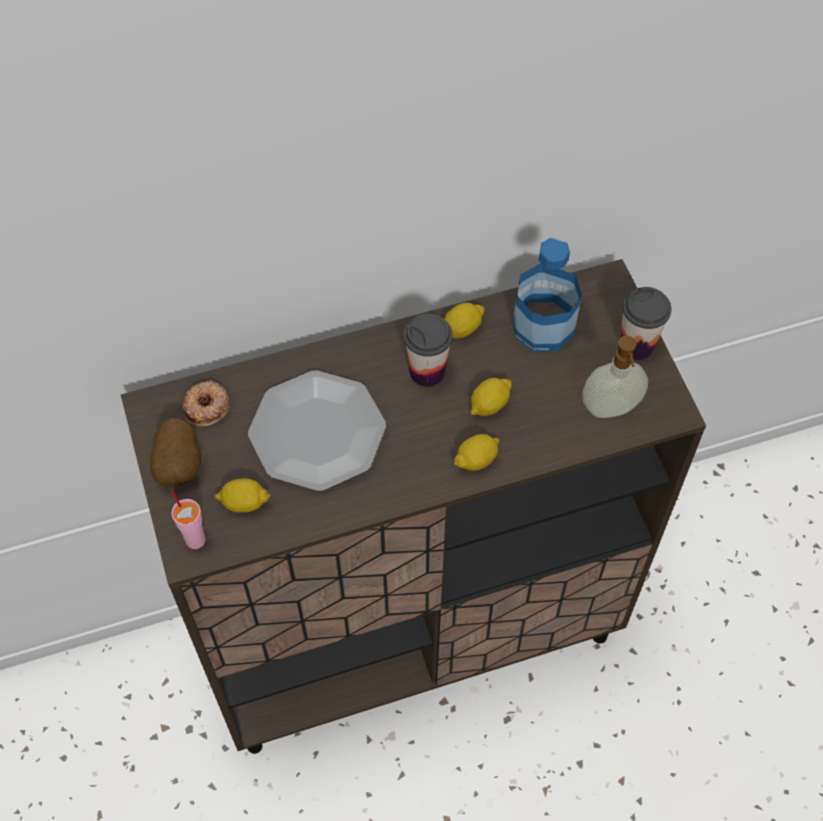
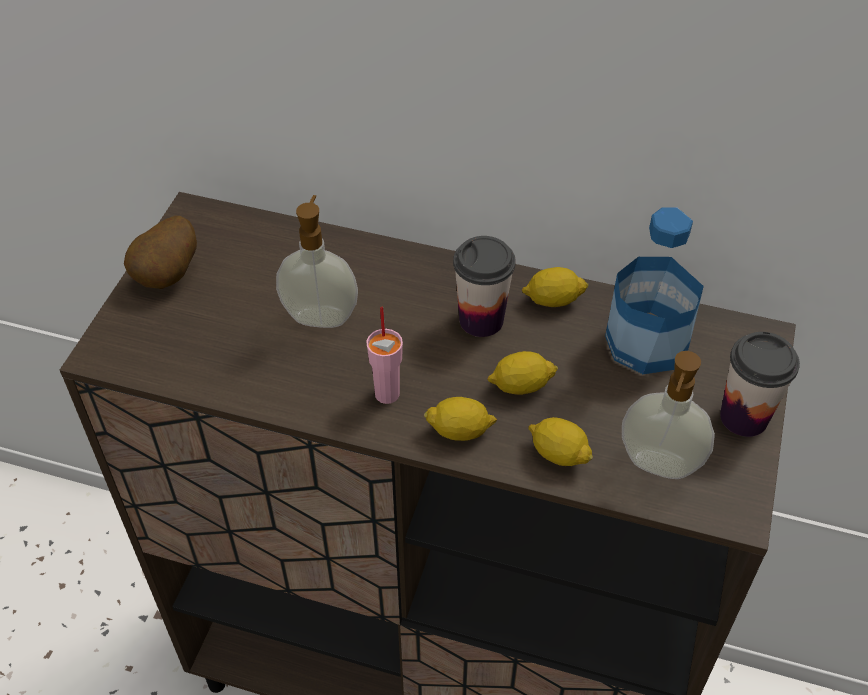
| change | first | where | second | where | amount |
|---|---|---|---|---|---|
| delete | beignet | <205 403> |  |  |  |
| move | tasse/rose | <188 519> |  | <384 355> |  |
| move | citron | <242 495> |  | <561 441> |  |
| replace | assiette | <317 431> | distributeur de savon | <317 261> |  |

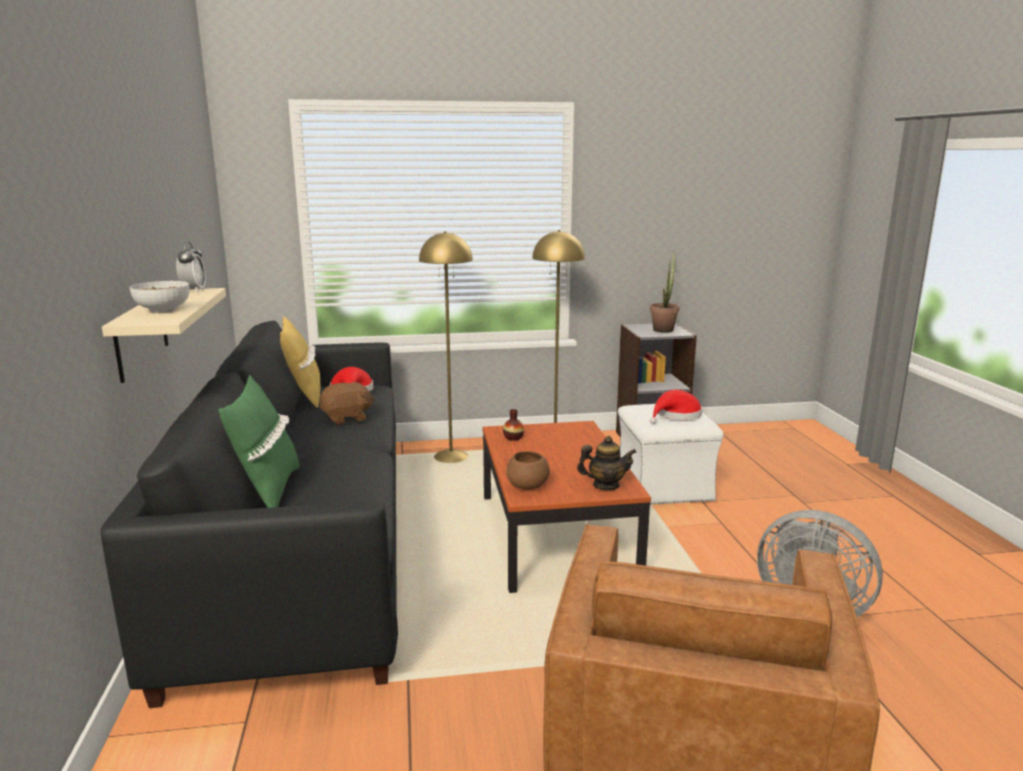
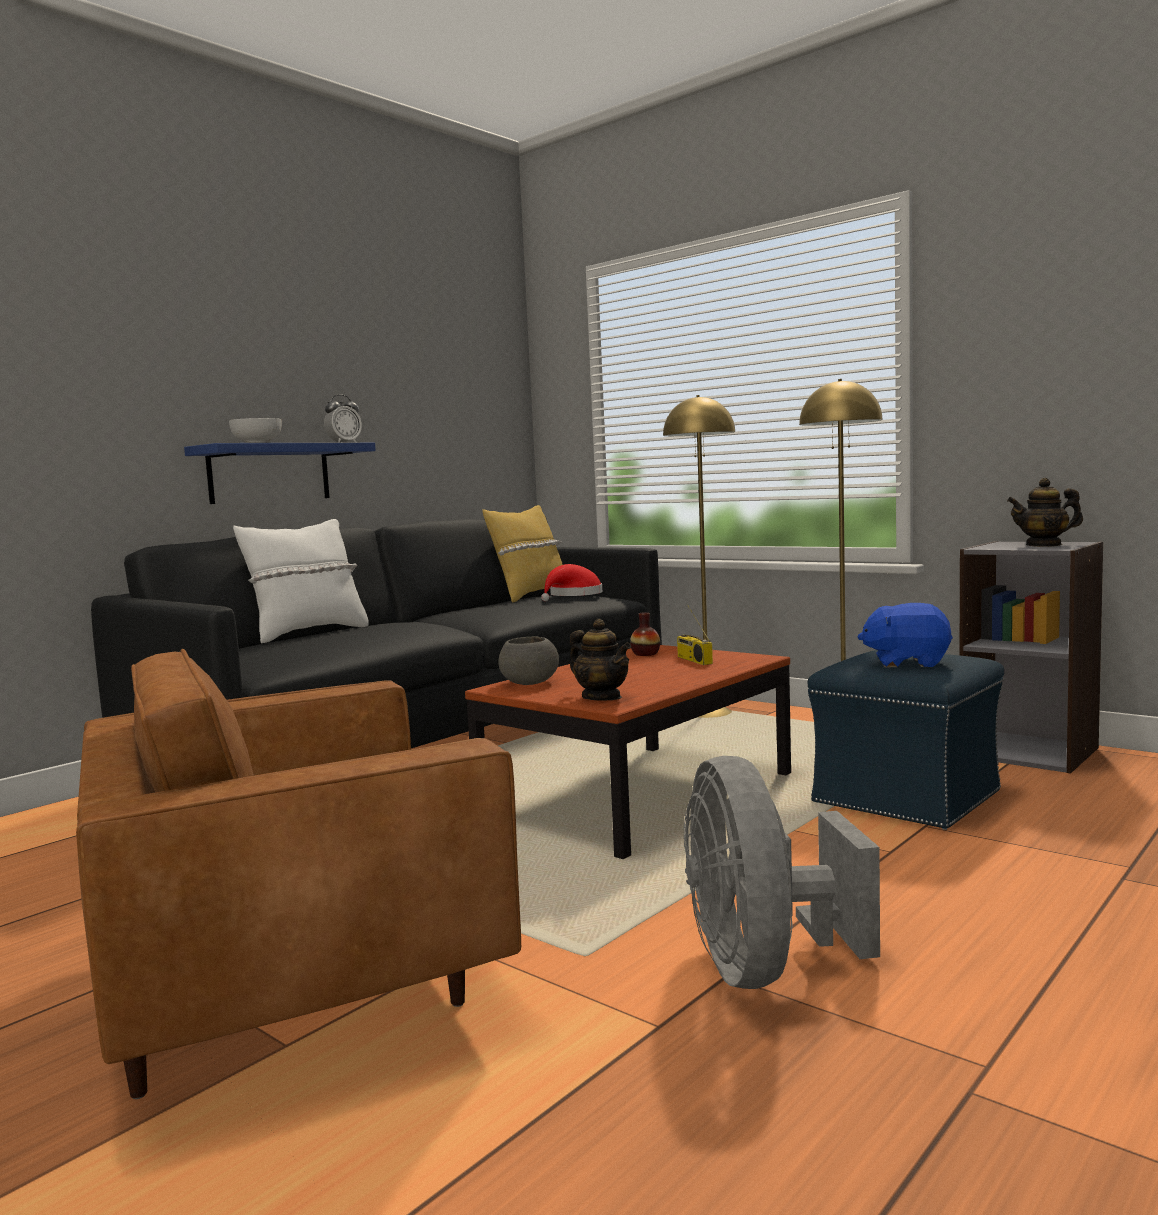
| change | first | where | second | where | amount |
|---|---|---|---|---|---|
| delete | peluche/marron | <347 403> |  |  |  |
| insert |  |  | radio | <695 634> |  |
| replace | plante en pot | <665 292> | théière | <1045 512> |  |
| replace | chapeau/rouge | <676 407> | peluche/bleu | <905 635> |  |
| recolor | étagère/beige | <164 335> | étagère/bleu | <280 473> |  |
| recolor | coussin/vert | <259 441> | coussin/blanc | <301 581> |  |
| recolor | bol/marron | <528 470> | bol/gris | <528 661> |  |
| recolor | pouf/blanc | <670 454> | pouf/bleu | <906 740> |  |

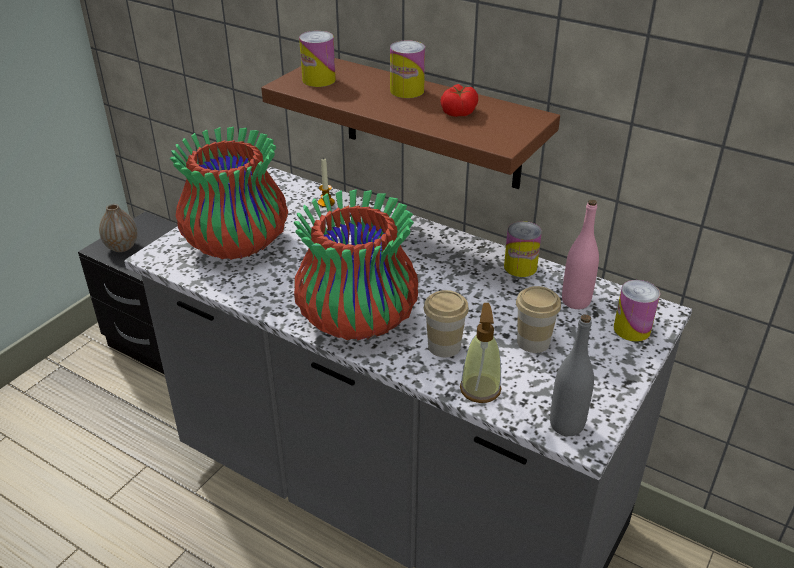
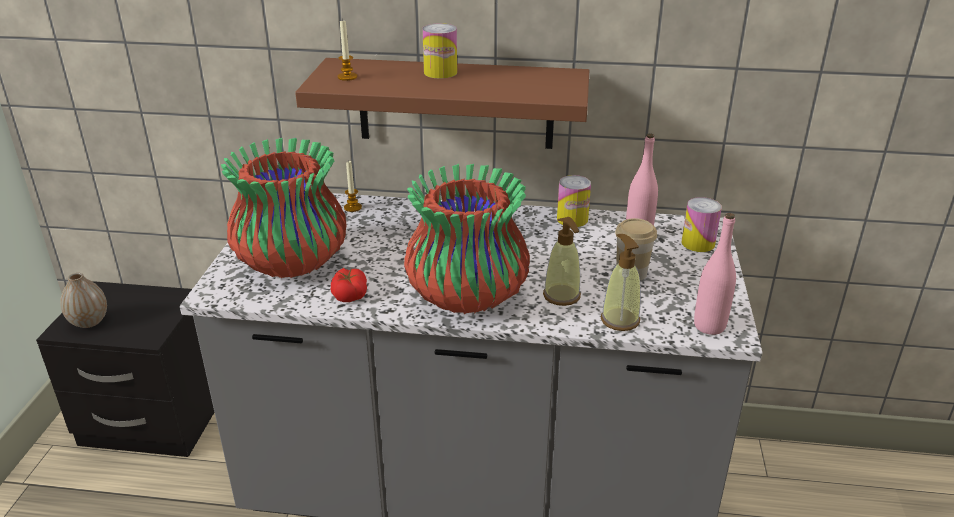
| change | first | where | second | where | amount |
|---|---|---|---|---|---|
| move | tomate | <459 100> |  | <349 285> |  |
| replace | boîte métallique | <317 59> | bougie | <347 50> |  |
| replace | tasse | <446 323> | distributeur de savon | <562 261> |  |
| recolor | bouteille/gris | <572 375> | bouteille/rose | <715 274> |  |

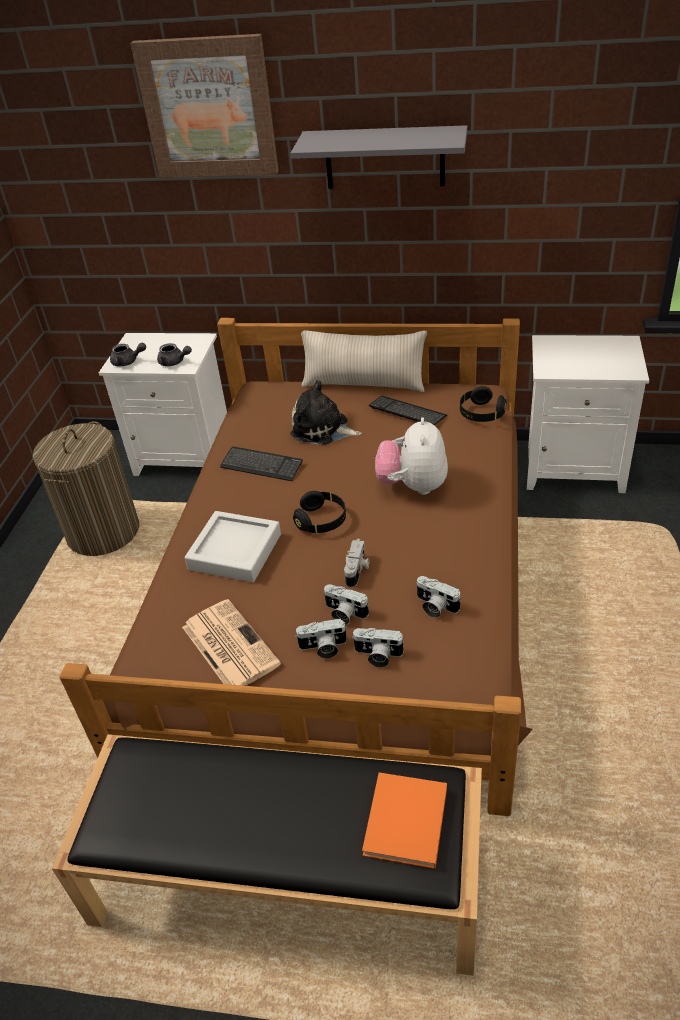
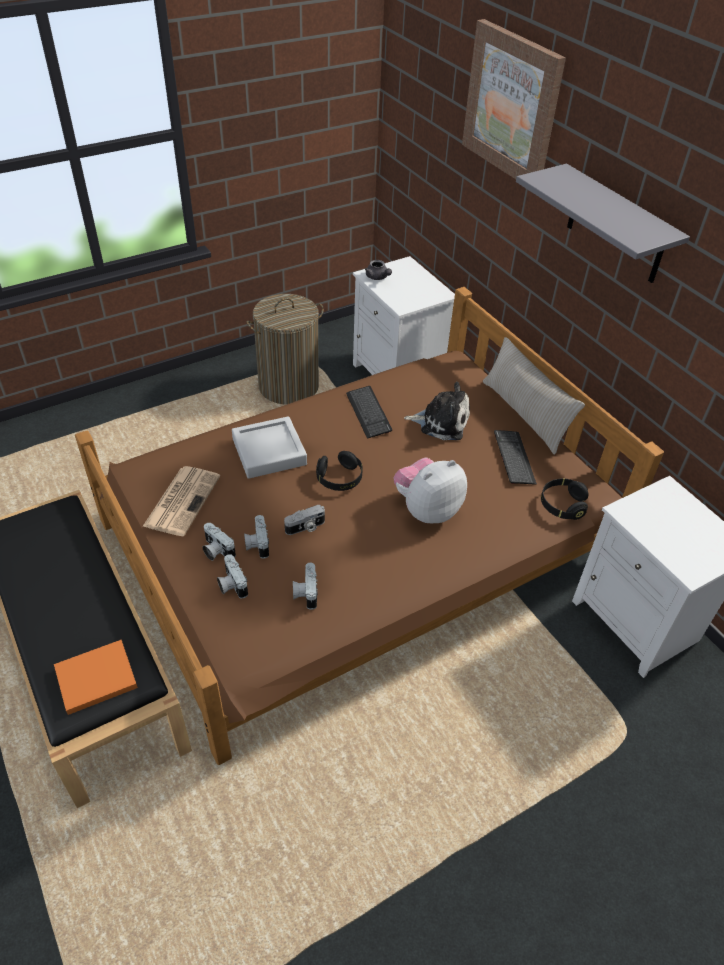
| change | first | where | second | where | amount |
|---|---|---|---|---|---|
| delete | théière/gris | <174 354> |  |  |  |
| rotate | peluche | <326 412> |  | <437 410> | 120 degrees clockwise |

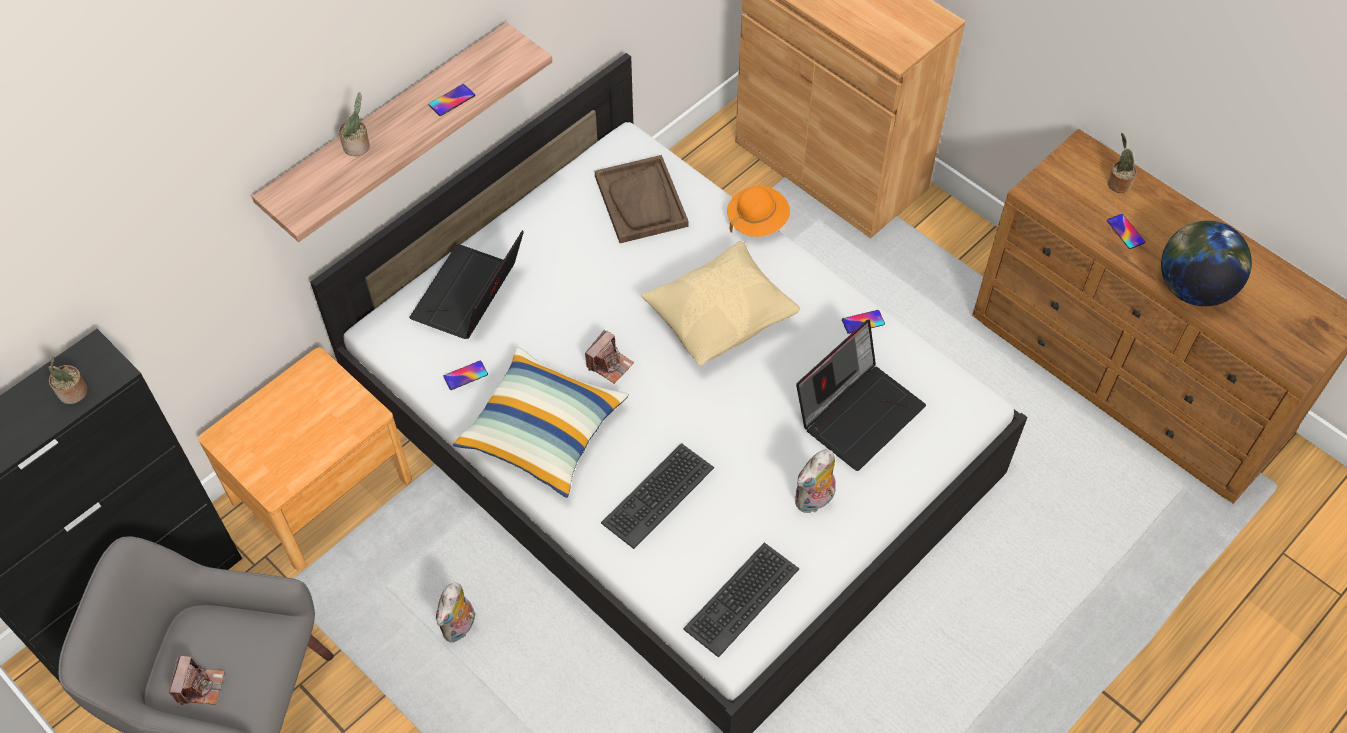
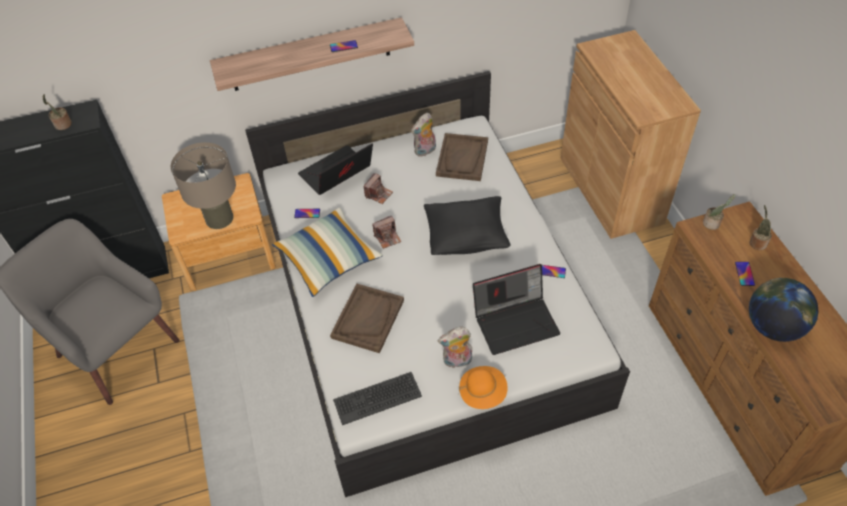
| change | first | where | second | where | amount |
|---|---|---|---|---|---|
| insert |  |  | lampe de table/beige | <203 185> |  |
| move | appareil photo | <197 680> |  | <378 188> |  |
| move | plante en pot | <354 124> |  | <719 212> |  |
| move | peluche | <455 612> |  | <423 135> |  |
| move | chapeau/orange | <758 211> |  | <483 387> |  |
| replace | clavier | <657 496> | plateau/marron | <367 318> |  |
| recolor | coussin/beige | <720 303> | coussin/noir | <467 225> |  |

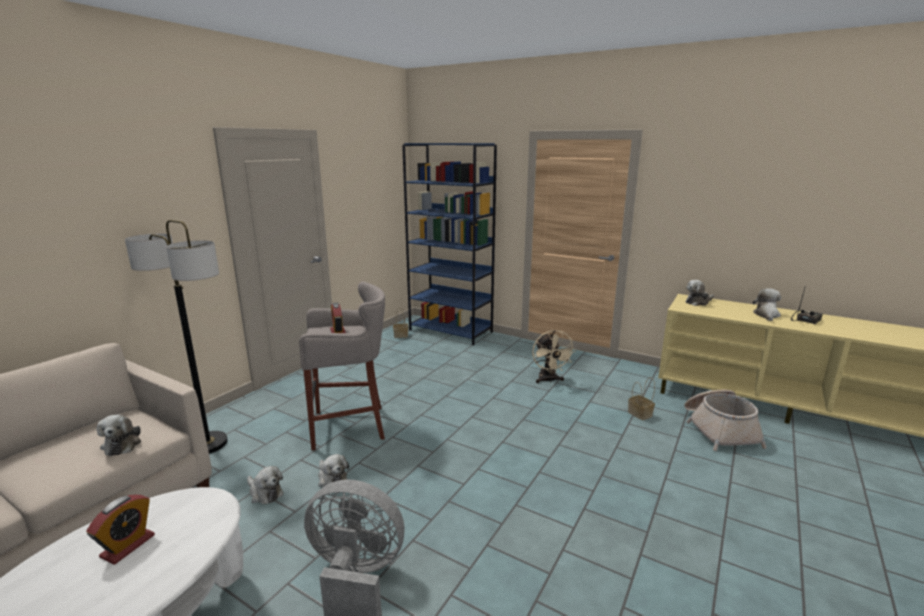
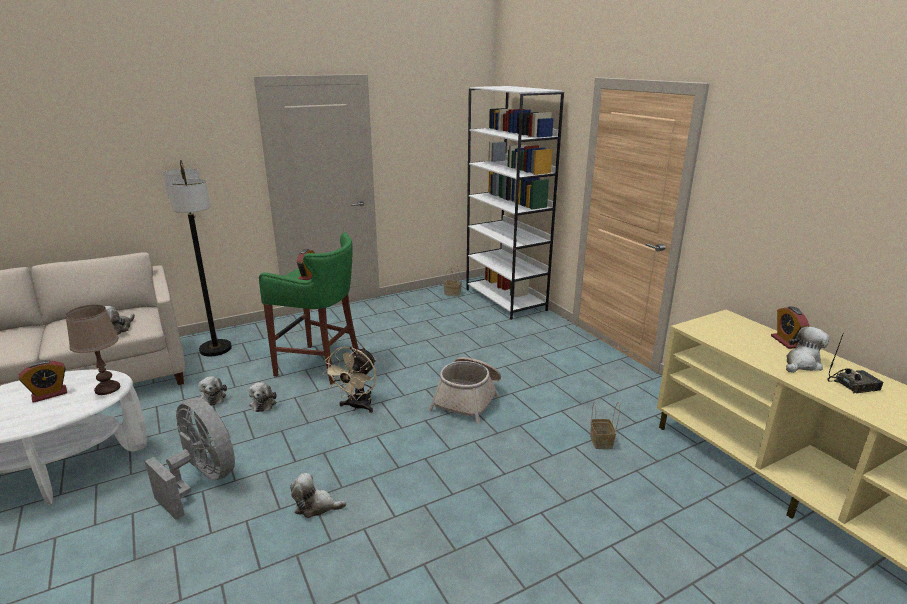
| change | first | where | second | where | amount |
|---|---|---|---|---|---|
| insert |  |  | lampe de table/marron | <92 350> |  |
| insert |  |  | réveil | <790 328> |  |
| move | ventilateur/beige | <554 356> |  | <350 380> |  |
| move | panier | <725 420> |  | <465 390> |  |
| move | peluche | <700 293> |  | <318 495> |  |
| recolor | tabouret/gris | <342 366> | tabouret/vert | <309 308> |  |
| recolor | bibliothèque/bleu | <449 244> | bibliothèque/blanc | <515 203> |  |

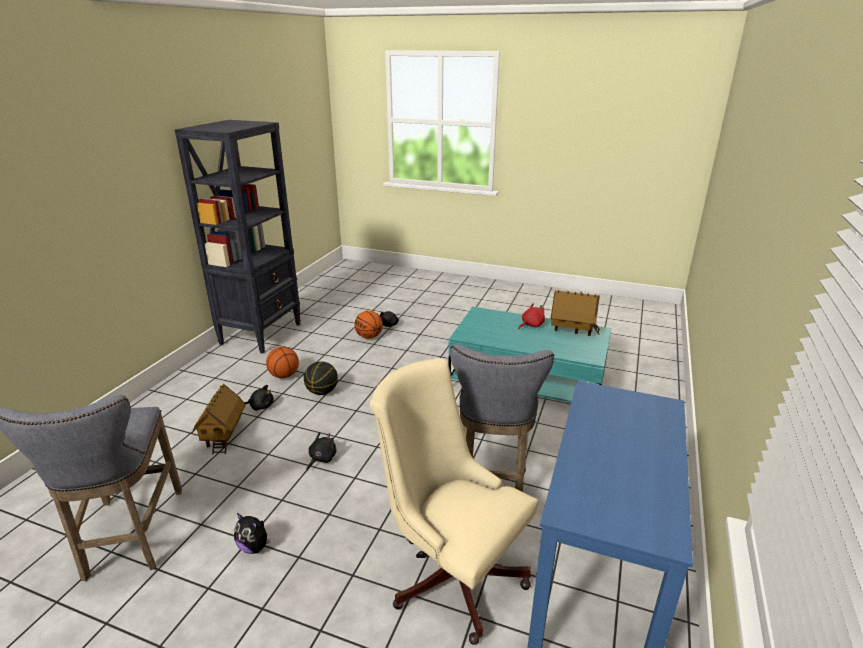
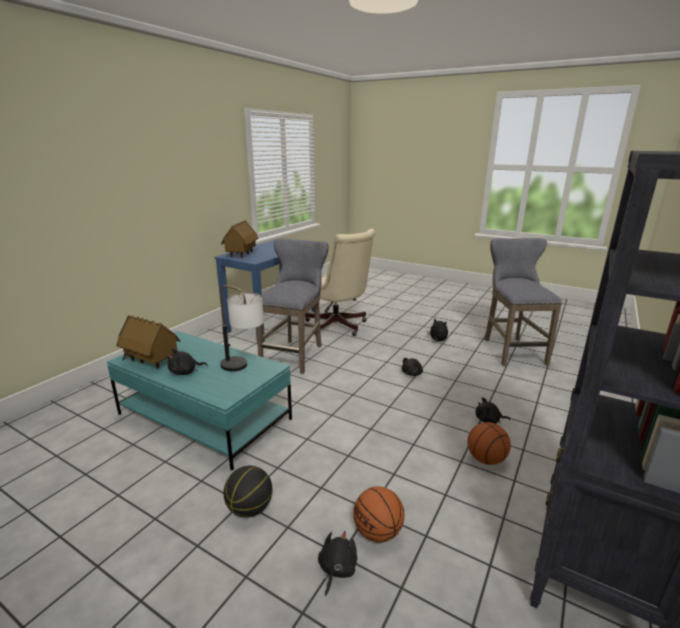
| change | first | where | second | where | amount |
|---|---|---|---|---|---|
| insert |  |  | lampe de table | <242 328> |  |
| move | maison miniature | <219 419> |  | <240 239> |  |
| move | ballon de basket | <321 378> |  | <247 492> |  |
| recolor | peluche/rouge | <531 316> | peluche/noir | <187 362> |  |

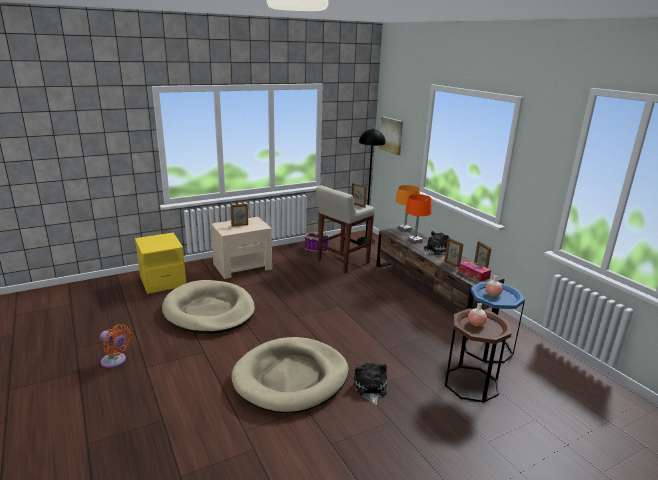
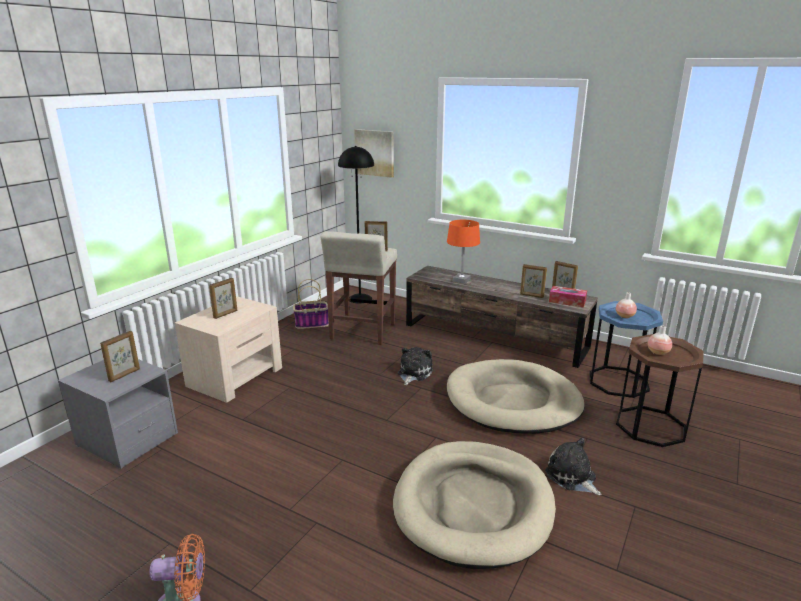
| change | first | where | second | where | amount |
|---|---|---|---|---|---|
| delete | lampe de table/orange | <408 208> |  |  |  |
| insert |  |  | cadre photo | <120 356> |  |
| move | panier pour chien/beige | <208 307> |  | <516 396> |  |
| move | peluche | <436 243> |  | <415 366> |  |
| recolor | table de chevet/jaune | <160 263> | table de chevet/gris | <118 413> |  |

